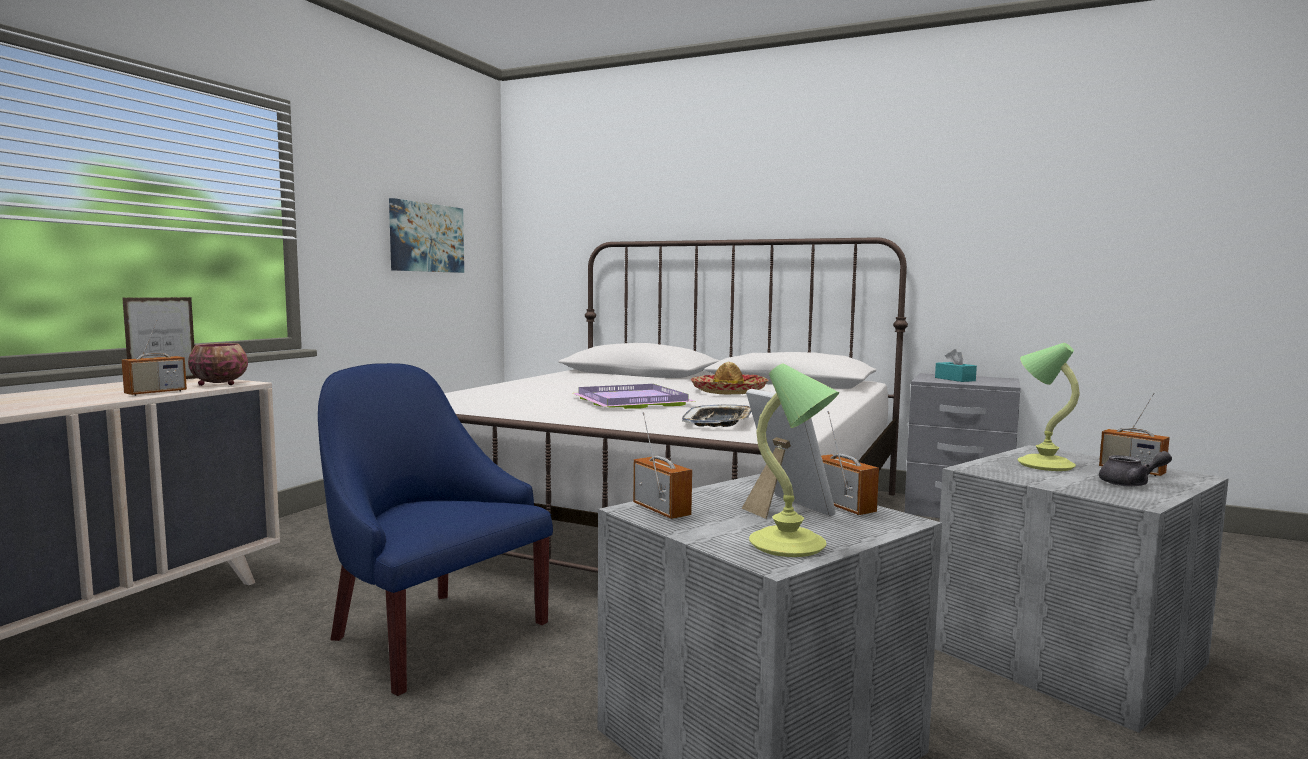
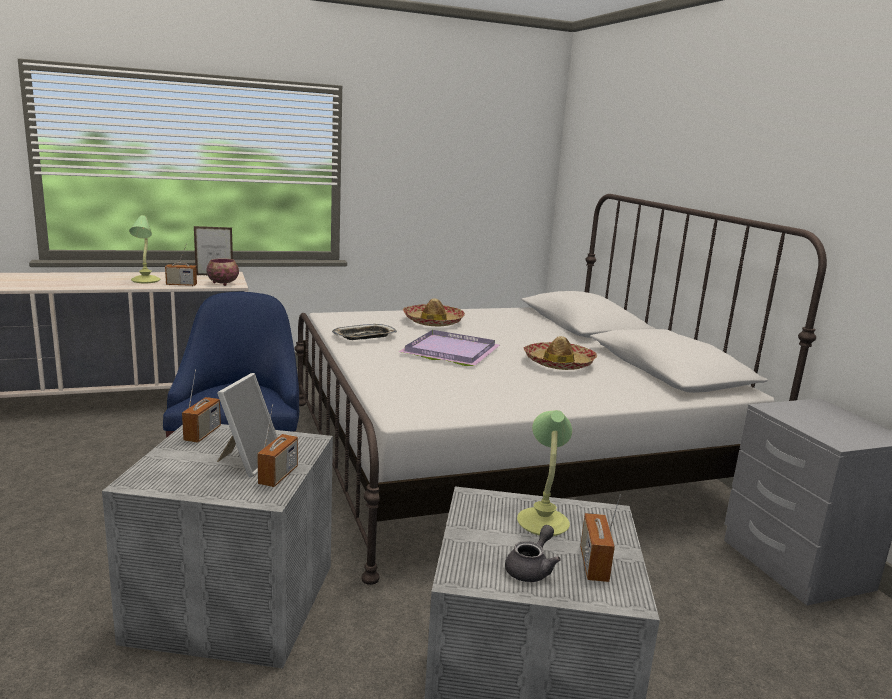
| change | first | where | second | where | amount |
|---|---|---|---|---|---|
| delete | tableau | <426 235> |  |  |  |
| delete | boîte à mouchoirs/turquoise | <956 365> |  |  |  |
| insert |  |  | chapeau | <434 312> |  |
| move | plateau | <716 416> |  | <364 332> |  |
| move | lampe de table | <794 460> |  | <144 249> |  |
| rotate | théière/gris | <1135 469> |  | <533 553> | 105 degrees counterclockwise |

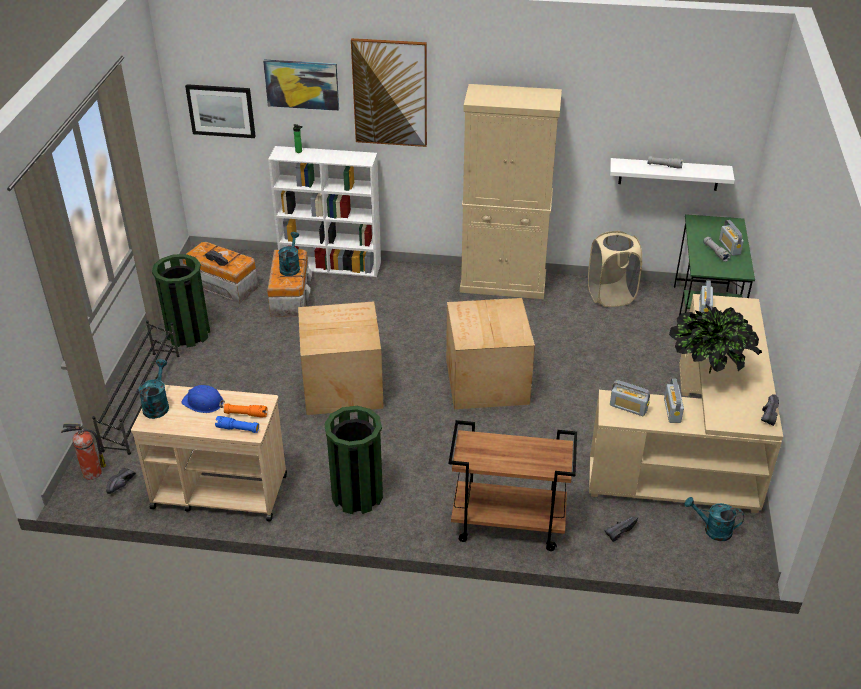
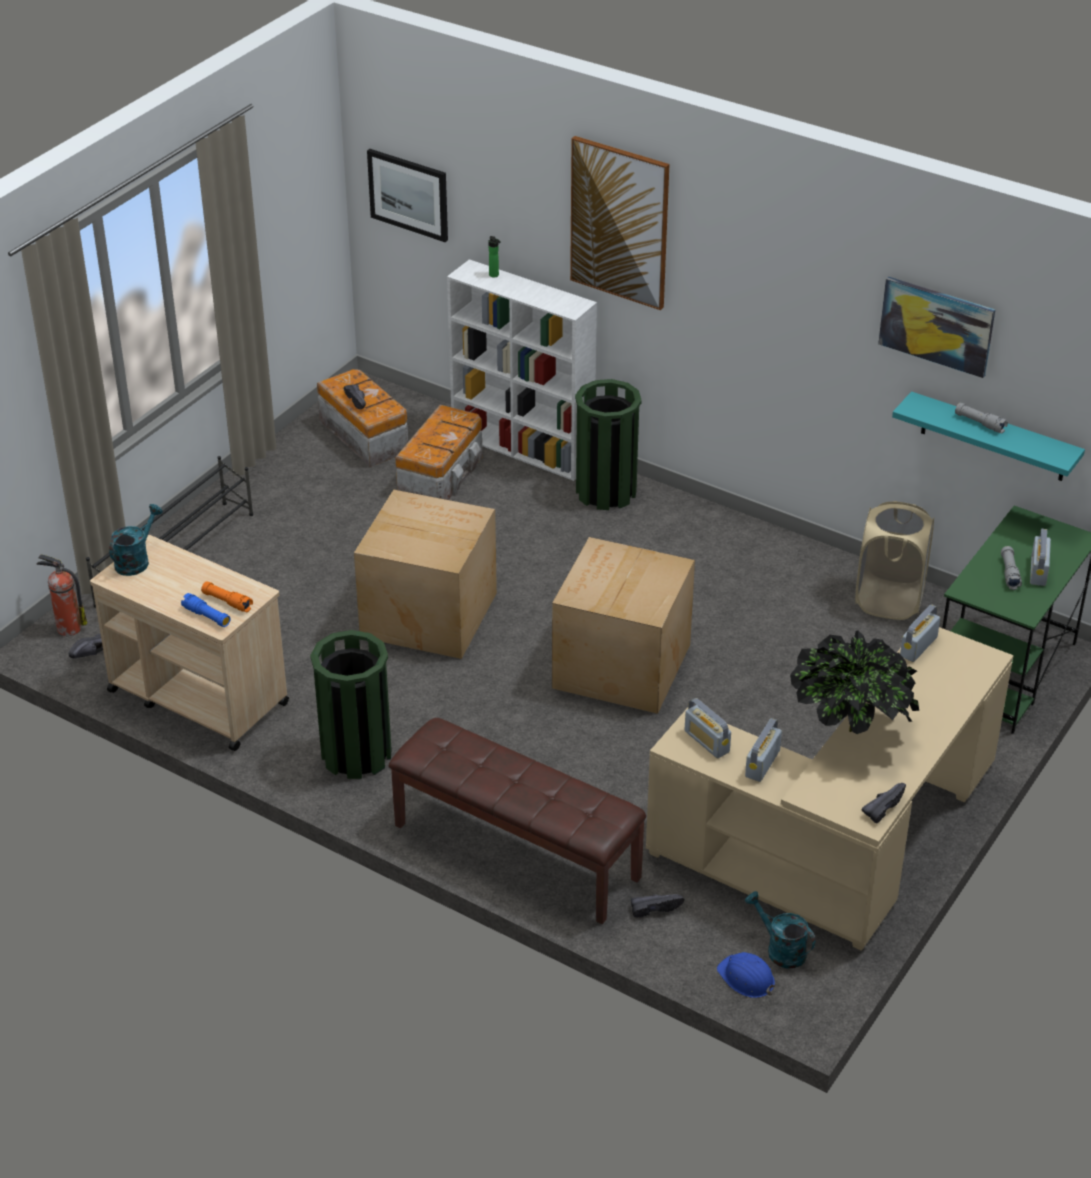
| change | first | where | second | where | amount |
|---|---|---|---|---|---|
| delete | arrosoir/turquoise | <289 254> |  |  |  |
| delete | meuble de rangement/beige | <511 191> |  |  |  |
| move | poubelle/vert | <181 301> |  | <608 444> |  |
| move | casque de chantier/bleu | <203 399> |  | <746 975> |  |
| move | tableau | <301 85> |  | <936 327> |  |
| replace | chariot/marron | <513 485> | banc/marron | <517 821> |  |
| recolor | étagère/blanc | <672 174> | étagère/turquoise | <988 436> |  |

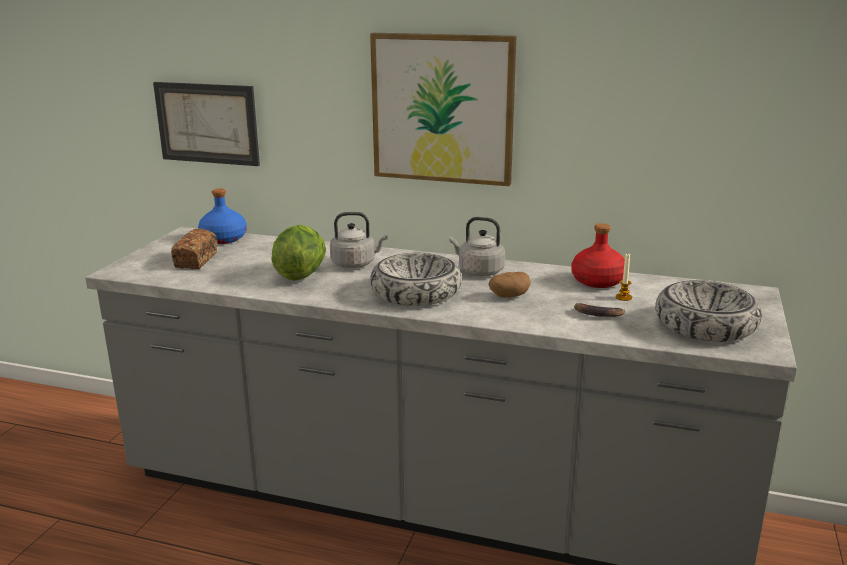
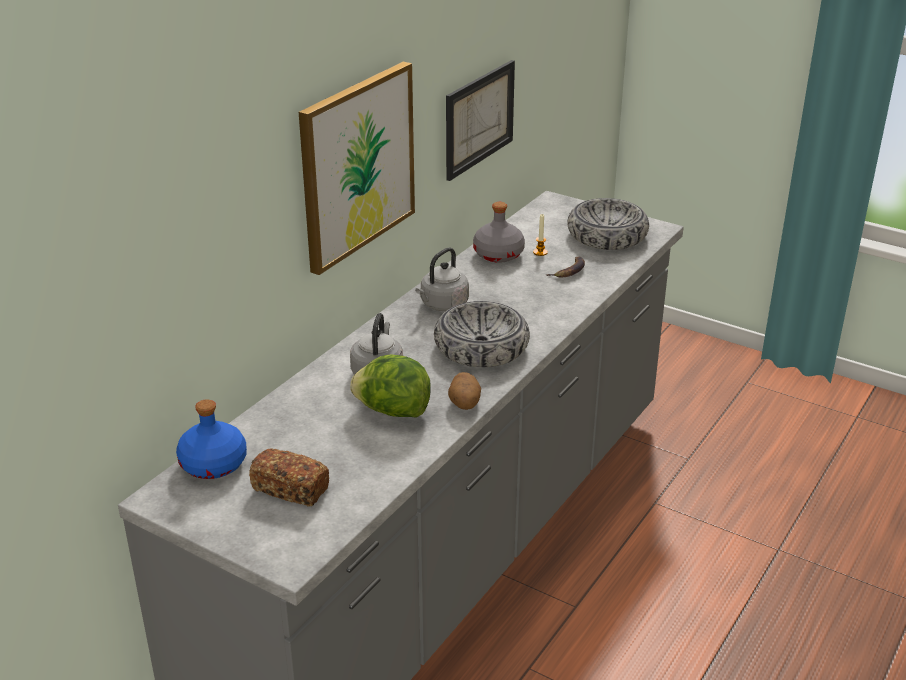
| change | first | where | second | where | amount |
|---|---|---|---|---|---|
| move | tableau | <206 124> |  | <480 120> |  |
| move | pomme de terre | <509 285> |  | <464 391> |  |
| recolor | bouteille/rouge | <598 255> | bouteille/gris | <499 232> |  |

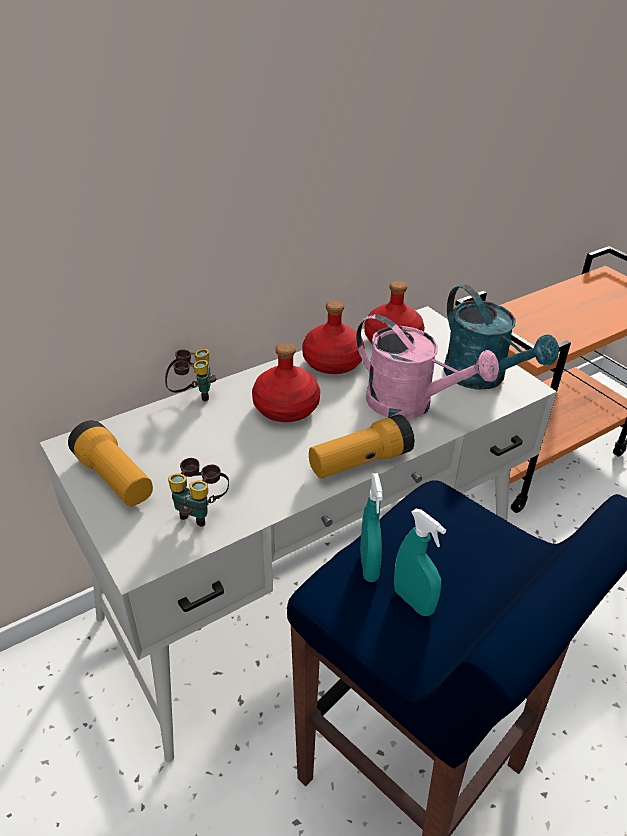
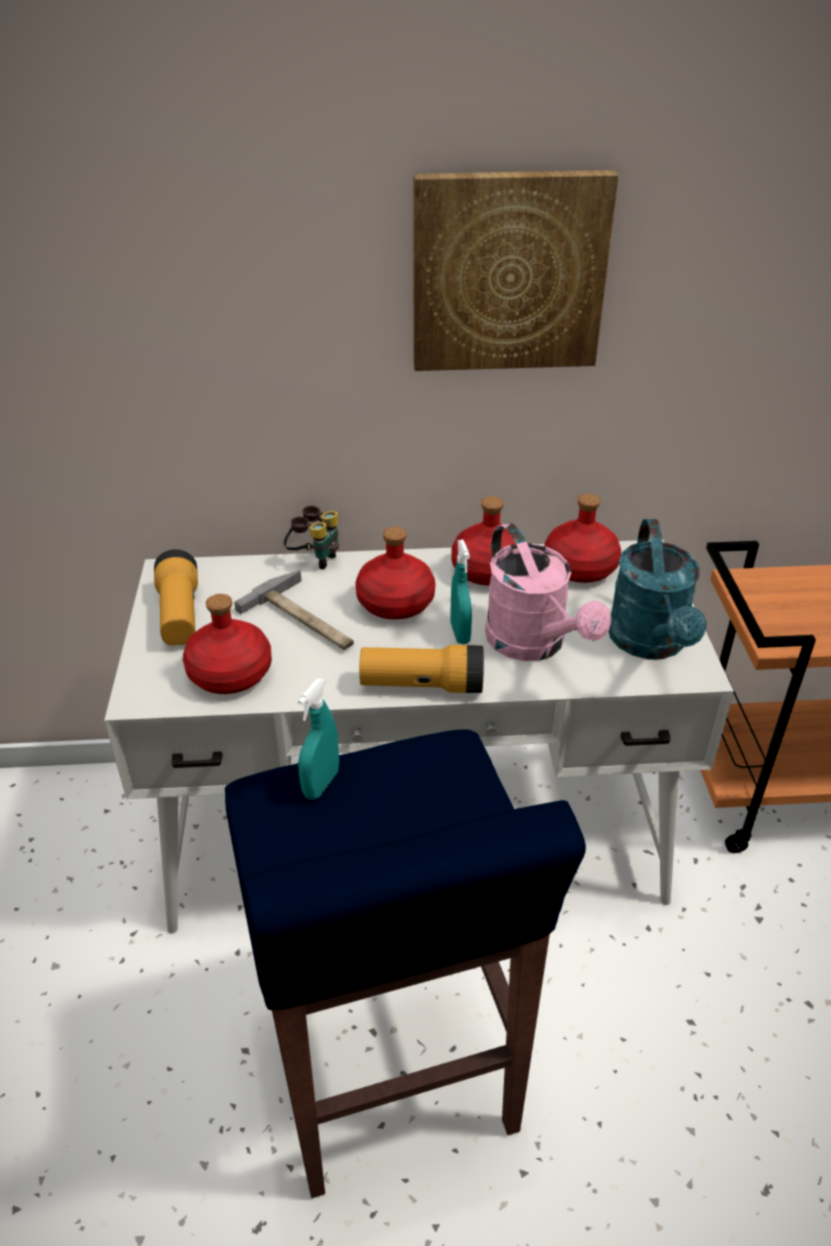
| change | first | where | second | where | amount |
|---|---|---|---|---|---|
| insert |  |  | marteau | <294 610> |  |
| insert |  |  | tableau | <516 270> |  |
| move | vaporisateur/turquoise | <420 562> |  | <461 592> |  |
| replace | jumelles | <198 492> | bouteille/rouge | <227 644> |  |

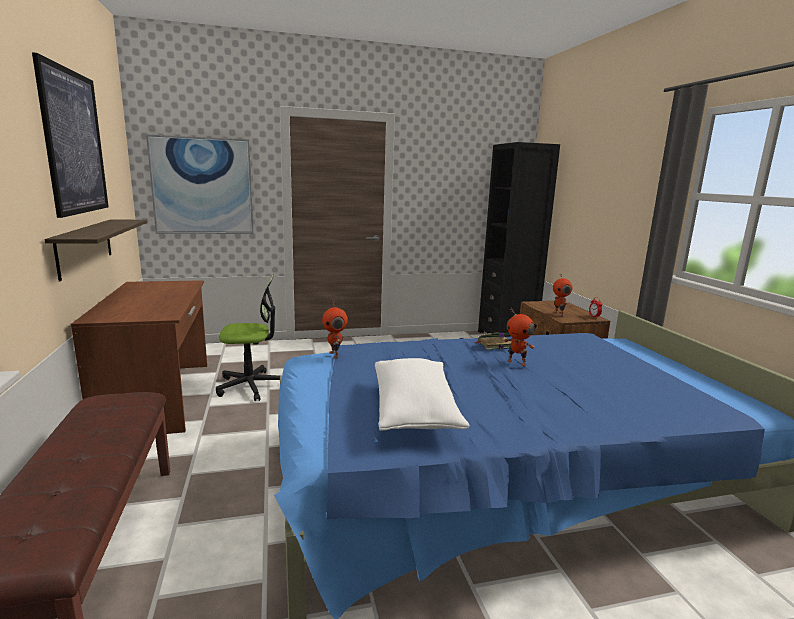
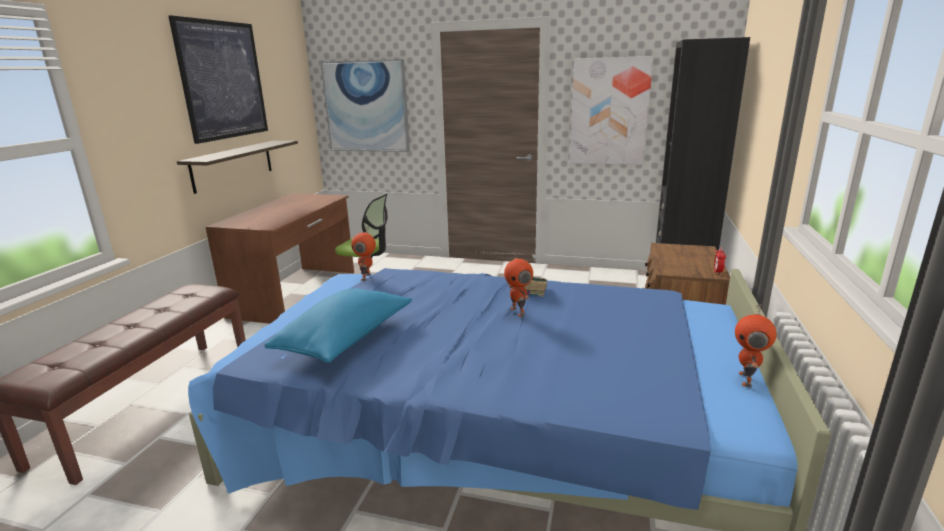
| change | first | where | second | where | amount |
|---|---|---|---|---|---|
| insert |  |  | tableau | <611 110> |  |
| move | robot jouet | <563 295> |  | <756 345> |  |
| recolor | coussin/blanc | <422 394> | coussin/bleu | <338 325> |  |

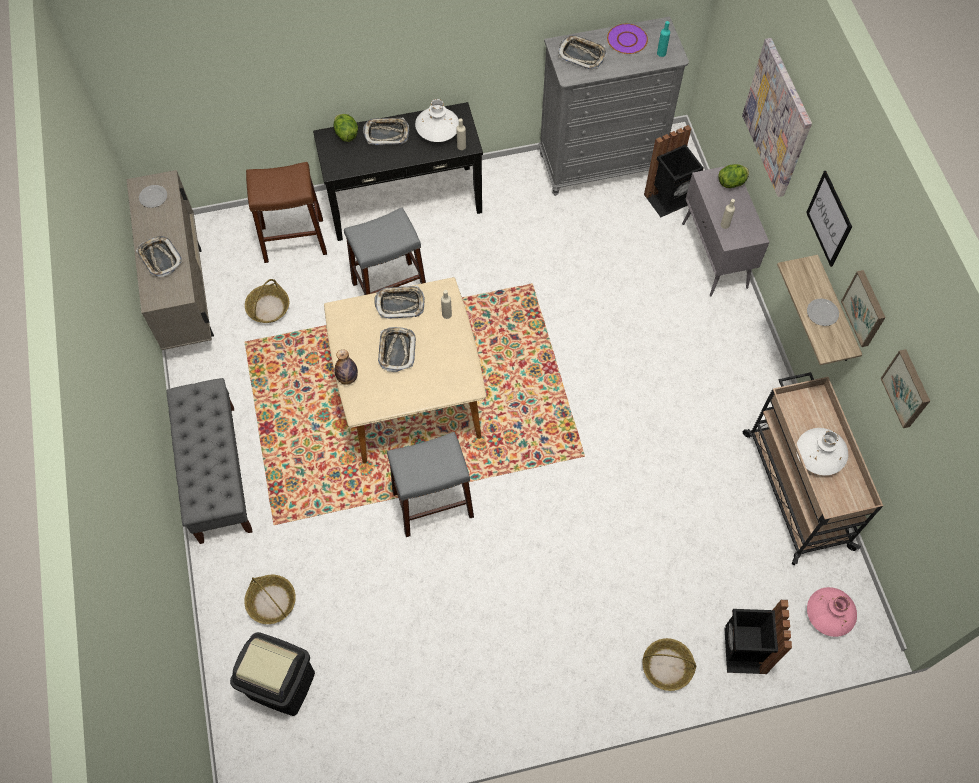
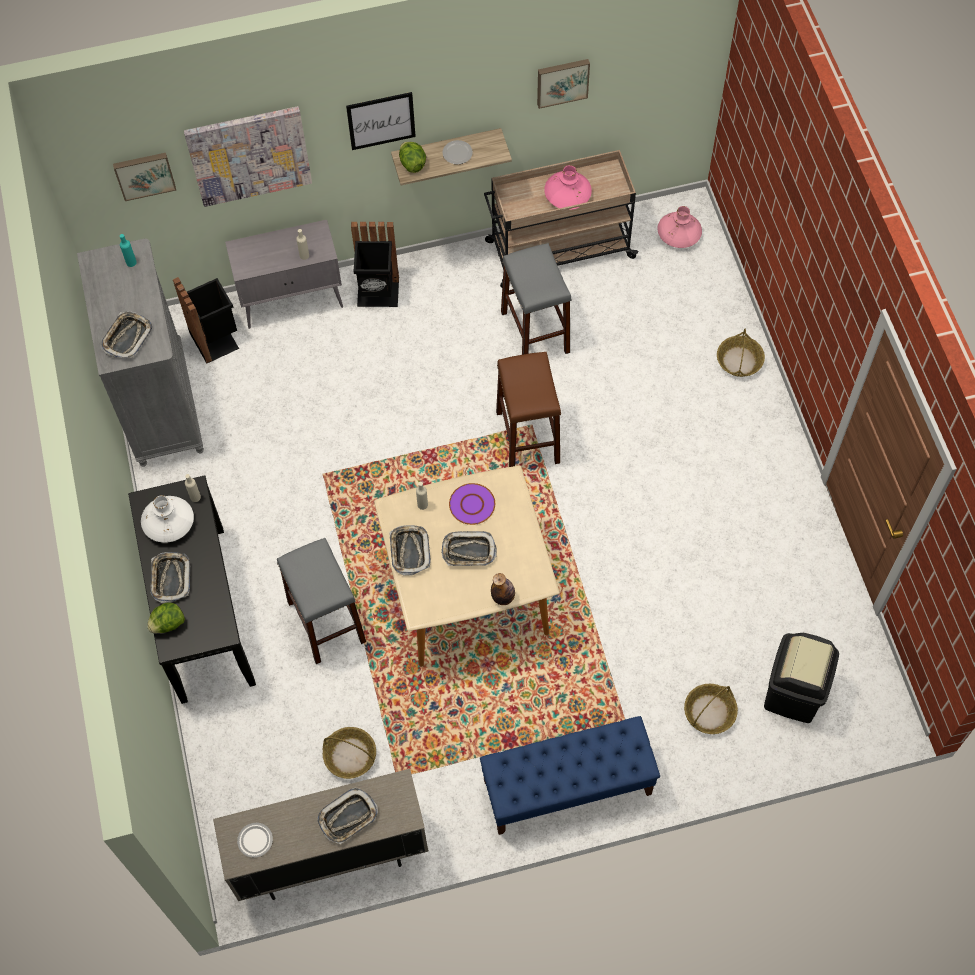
| change | first | where | second | where | amount |
|---|---|---|---|---|---|
| move | tabouret/marron | <286 212> |  | <528 409> |  |
| move | tabouret/gris | <430 484> |  | <536 299> |  |
| move | assiette/violet | <627 39> |  | <472 504> |  |
| move | laitue | <733 176> |  | <412 157> |  |
| move | poubelle/noir | <758 637> |  | <375 264> |  |
| move | tableau | <863 308> |  | <144 177> |  |
| recolor | banc/gris | <210 461> | banc/bleu | <570 775> |  |
| recolor | vase/blanc | <822 451> | vase/rose | <568 187> |  |

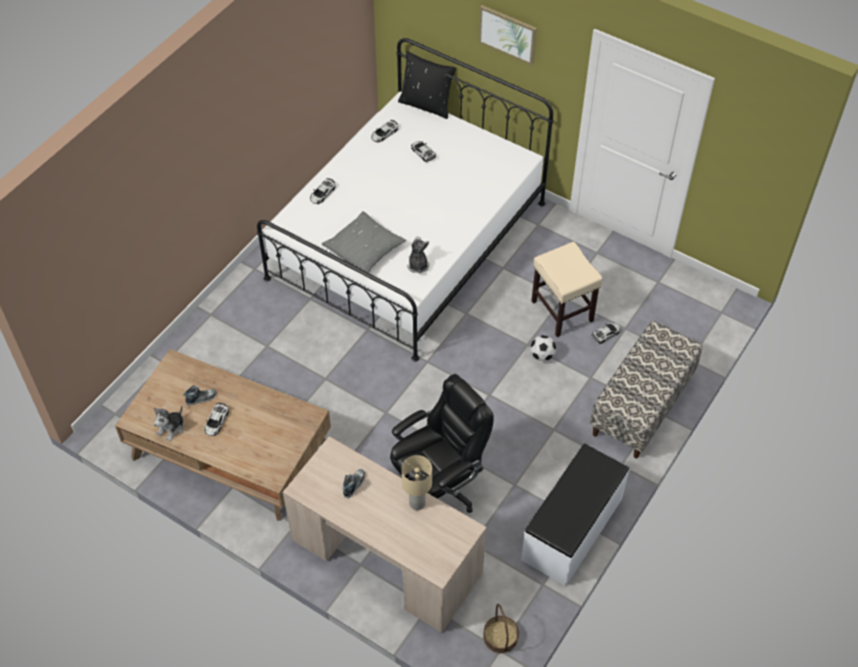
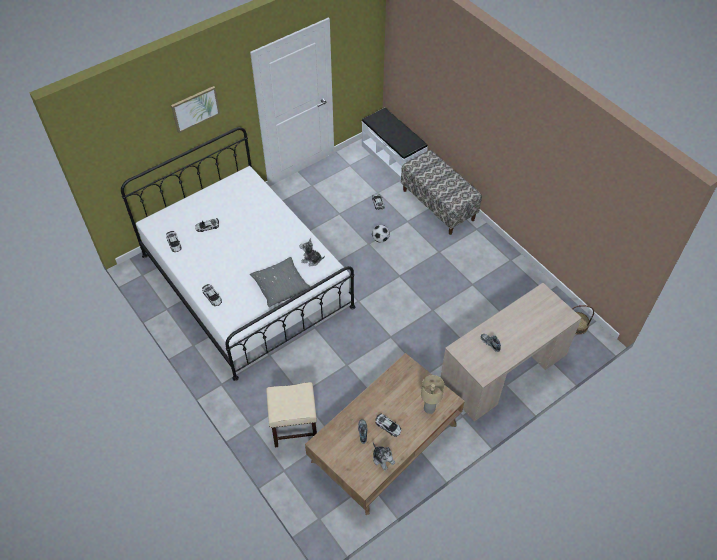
| change | first | where | second | where | amount |
|---|---|---|---|---|---|
| delete | chaise de bureau/noir | <442 443> |  |  |  |
| delete | coussin/noir | <427 85> |  |  |  |
| move | lampe de table/beige | <417 482> |  | <432 394> |  |
| move | banc/blanc | <575 515> |  | <395 146> |  |
| move | tabouret/beige | <566 289> |  | <291 414> |  |

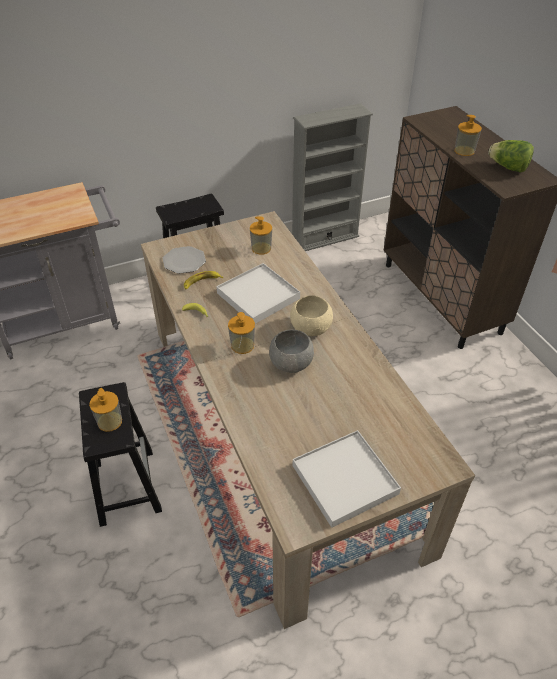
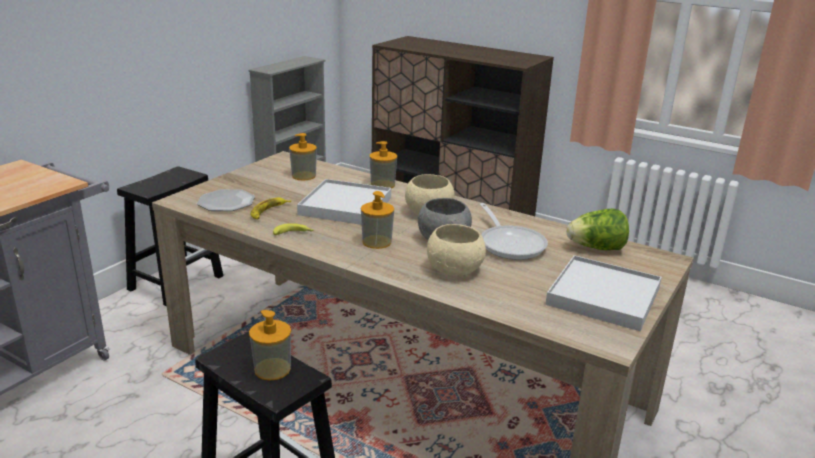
| change | first | where | second | where | amount |
|---|---|---|---|---|---|
| insert |  |  | bol/beige | <456 250> |  |
| insert |  |  | poêle | <514 231> |  |
| move | distributeur de savon | <468 135> |  | <383 164> |  |
| move | laitue | <511 156> |  | <597 229> |  |

